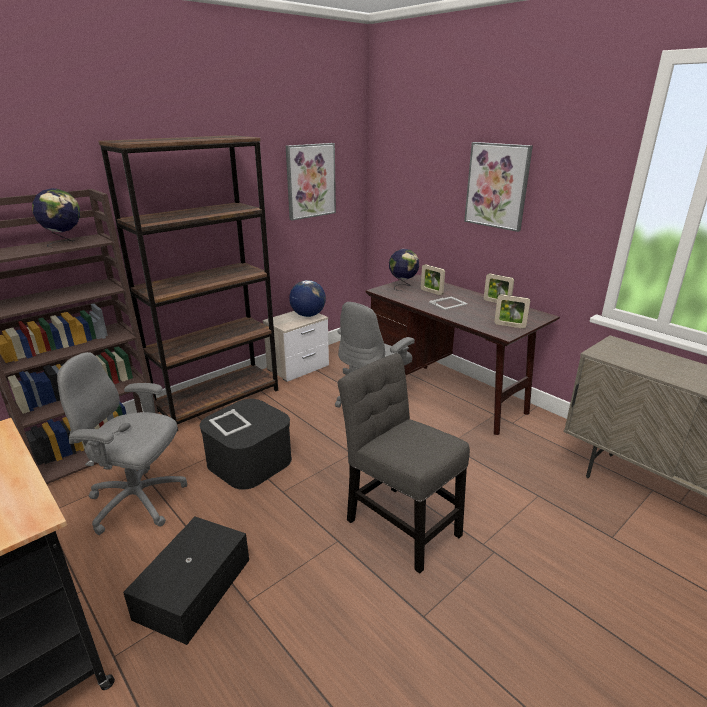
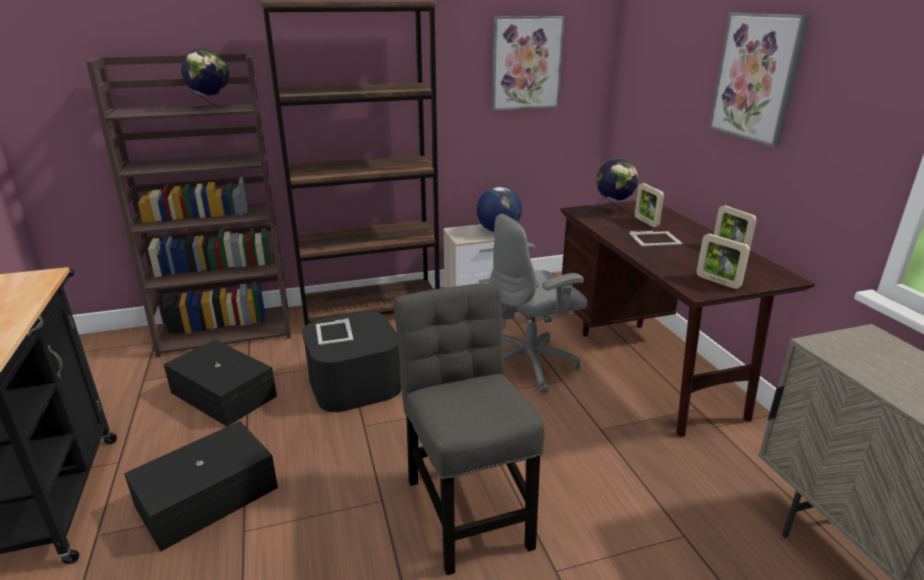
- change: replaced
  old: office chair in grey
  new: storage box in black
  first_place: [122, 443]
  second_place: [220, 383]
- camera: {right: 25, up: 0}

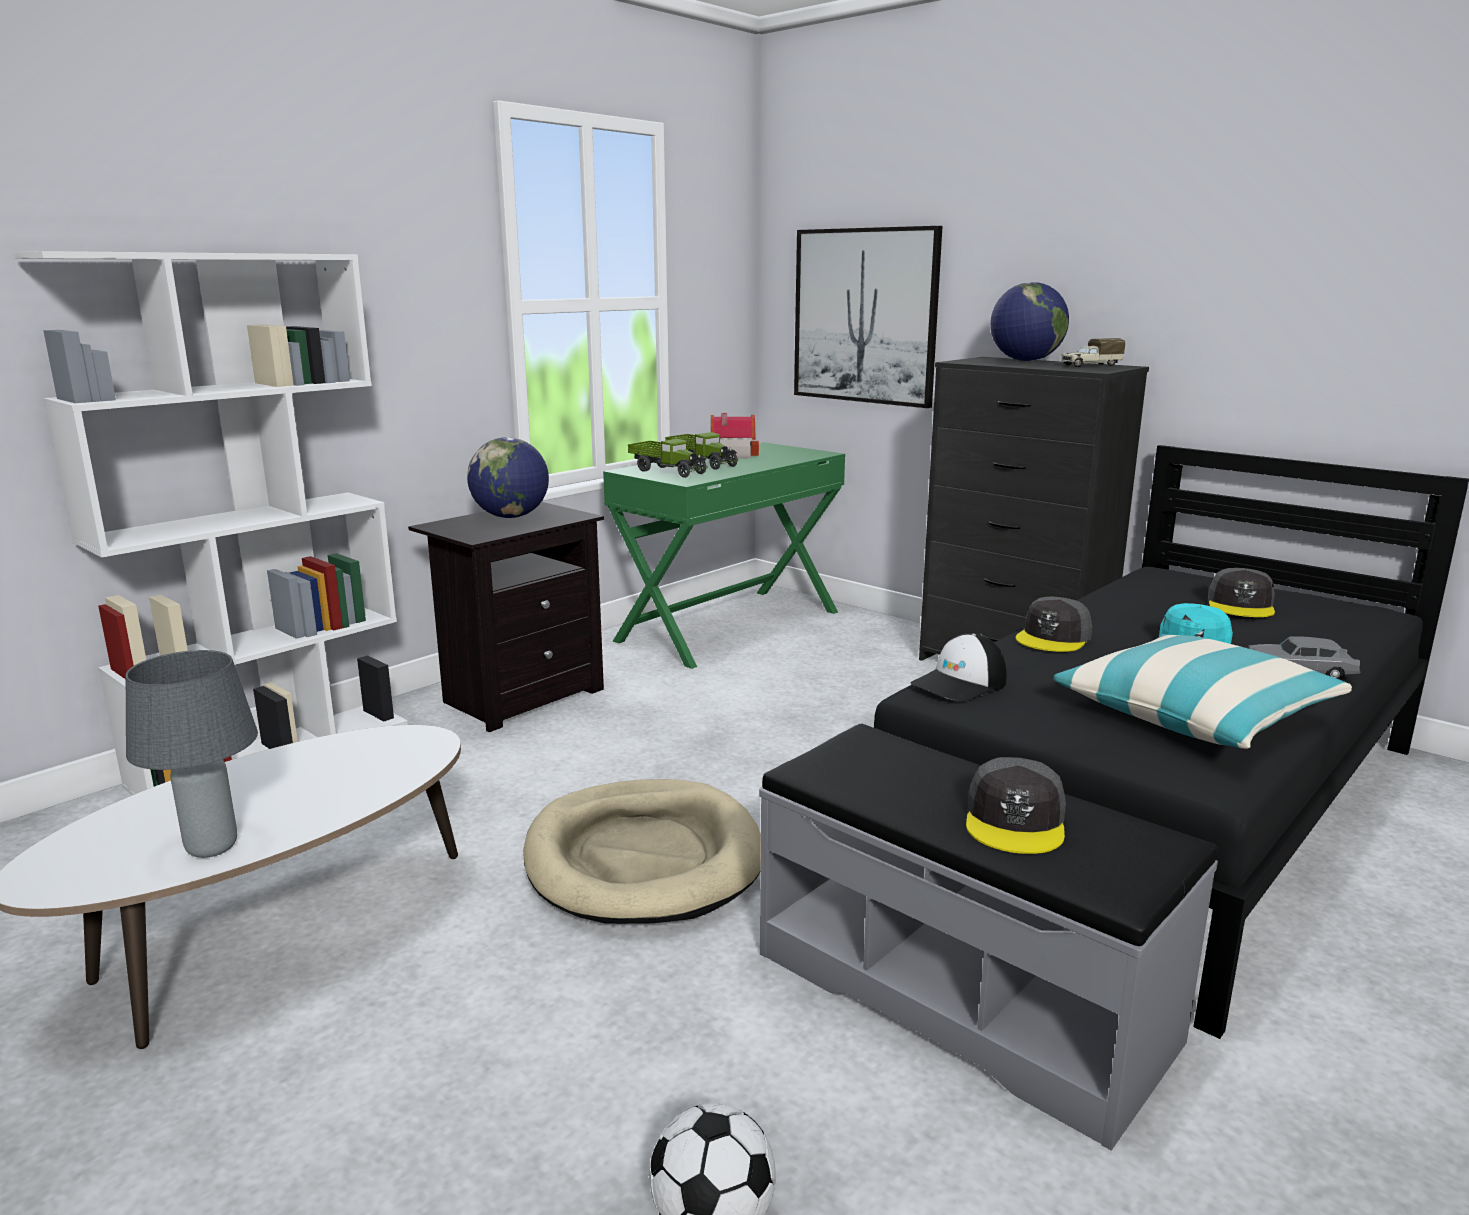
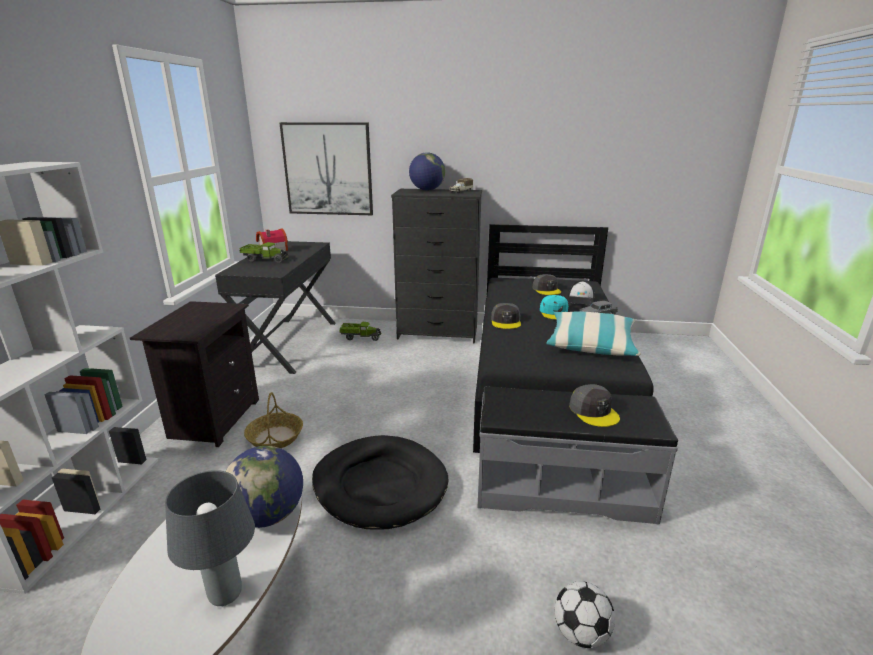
- change: added
  new: basket
  second_place: [273, 420]
- change: moved
  old: globe
  first_place: [508, 477]
  second_place: [264, 487]
- change: moved
  old: toy truck
  first_place: [667, 458]
  second_place: [360, 331]
- change: moved
  old: cap
  first_place: [959, 667]
  second_place: [581, 293]
- change: recoloured
  old: dog bed in beige
  new: dog bed in black
  first_place: [642, 851]
  second_place: [380, 482]
- change: recoloured
  old: desk in green
  new: desk in black
  first_place: [724, 555]
  second_place: [275, 307]
- camera: {right: -35, up: 5}

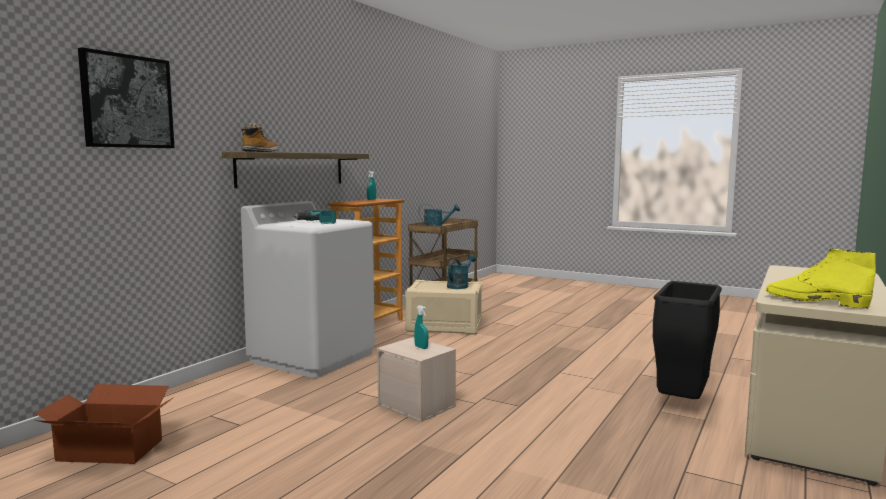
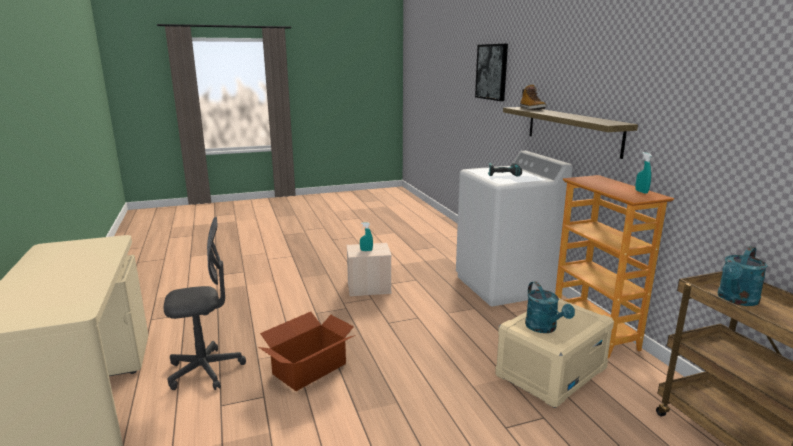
- change: removed
  old: boot in yellow
  first_place: [821, 279]
- change: moved
  old: cardboard box
  first_place: [104, 424]
  second_place: [307, 351]
- change: replaced
  old: trash can in black
  new: office chair in grey
  first_place: [687, 340]
  second_place: [205, 303]
- camera: {right: 130, up: 10}

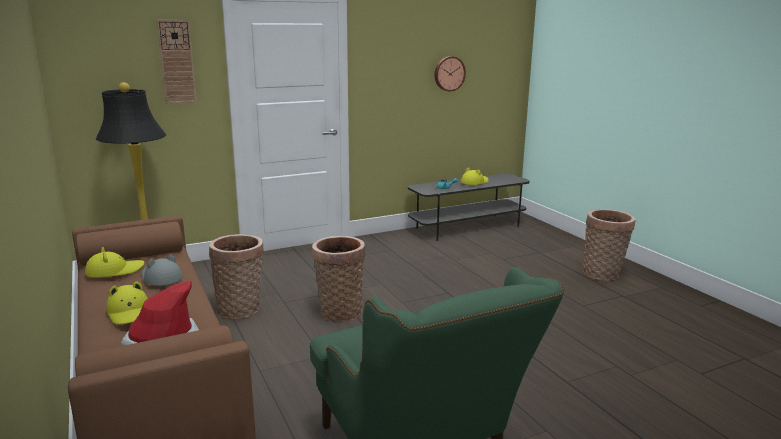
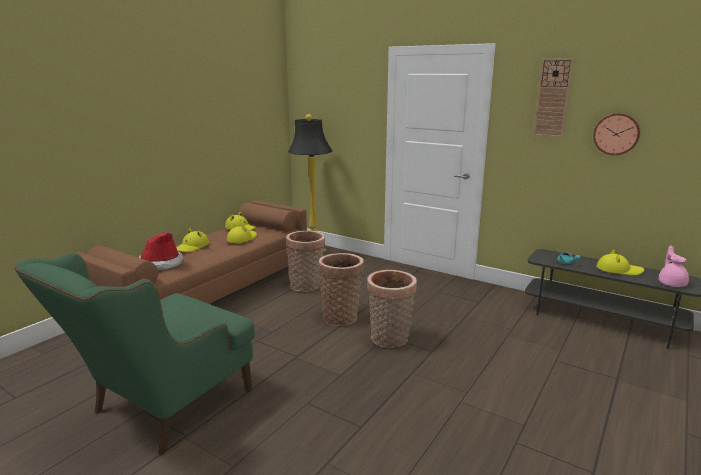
- change: added
  new: teapot in pink
  second_place: [674, 266]
- change: moved
  old: wall clock
  first_place: [177, 62]
  second_place: [553, 97]
- change: moved
  old: basket
  first_place: [609, 245]
  second_place: [392, 309]
- change: recoloured
  old: hat in grey
  new: hat in yellow
  first_place: [162, 270]
  second_place: [242, 233]
- camera: {right: 60, up: 0}

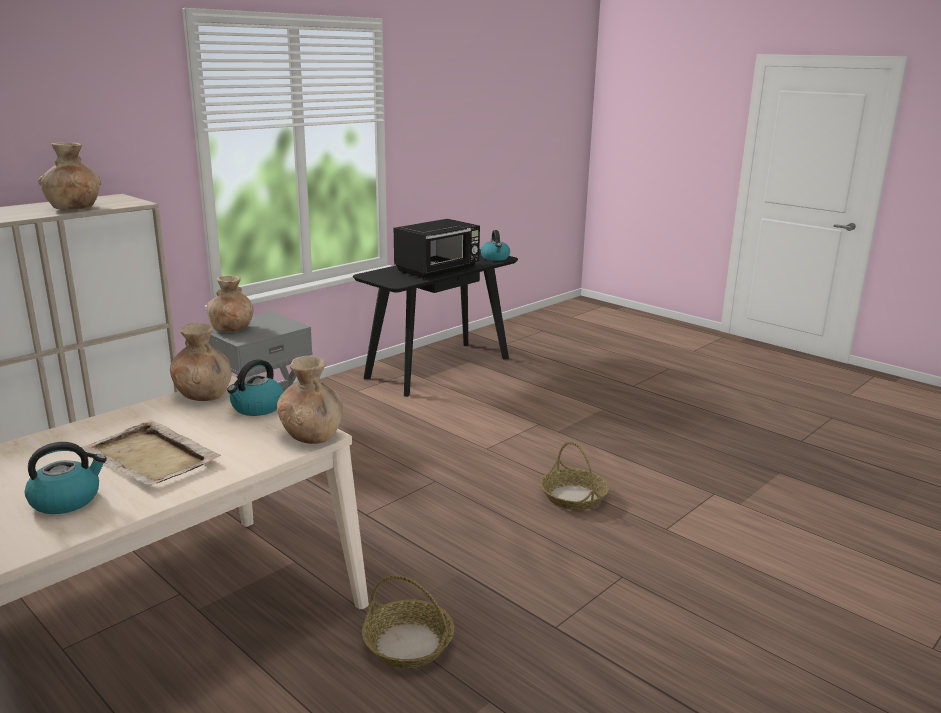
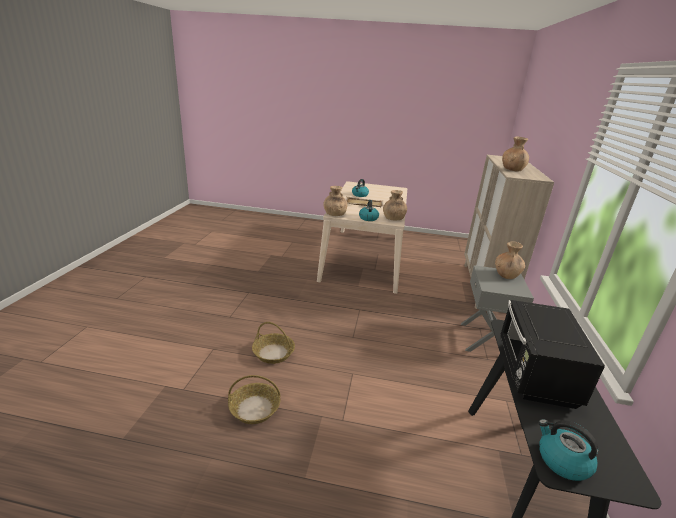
- change: moved
  old: basket
  first_place: [408, 621]
  second_place: [254, 399]
- camera: {right: 145, up: 5}

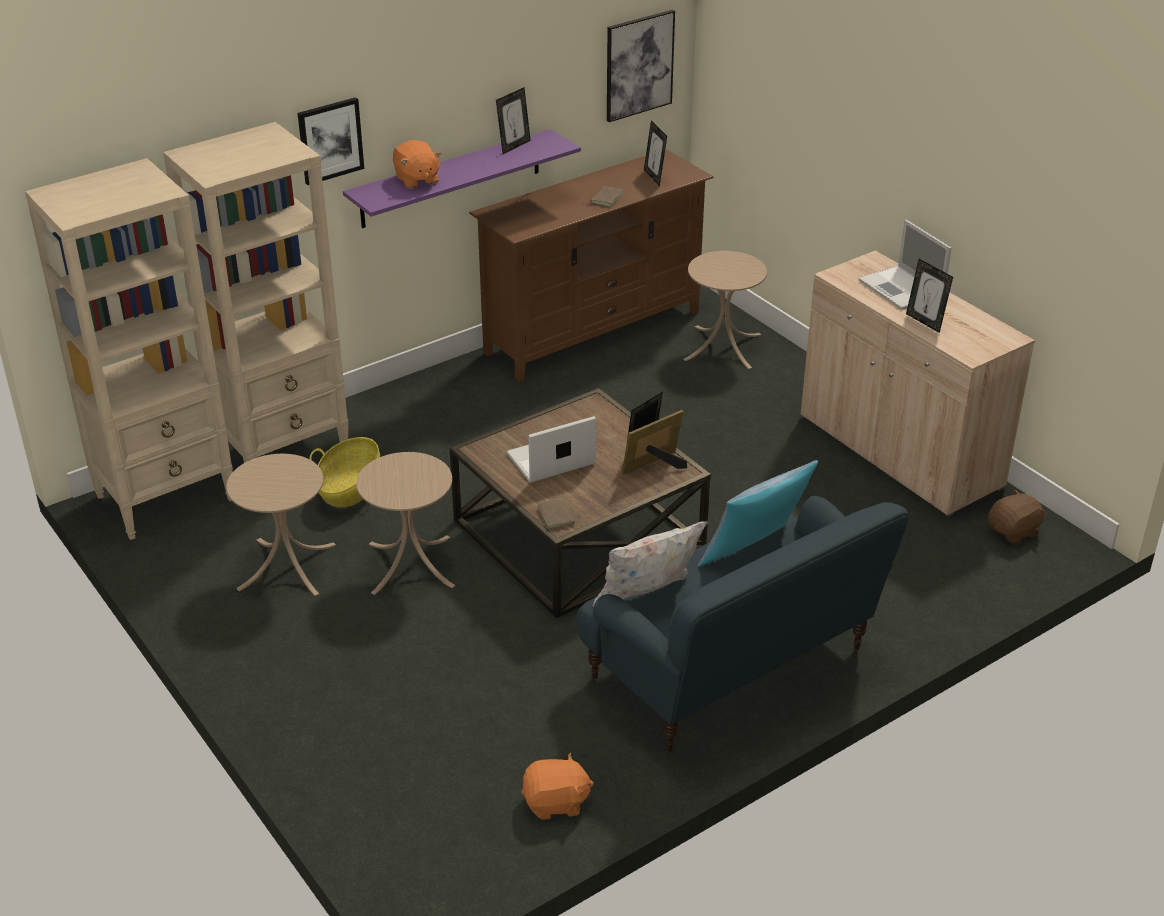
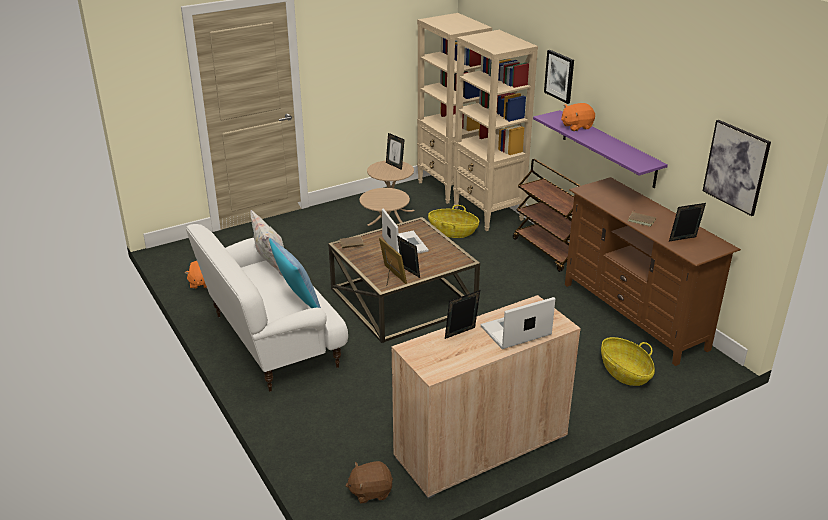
- change: added
  new: cart in brown
  second_place: [547, 215]
- change: moved
  old: picture frame
  first_place: [513, 120]
  second_place: [395, 151]
- change: replaced
  old: side table in beige
  new: basket
  first_place: [725, 310]
  second_place: [628, 361]
- change: recoloured
  old: sofa in blue
  new: sofa in white
  first_place: [742, 624]
  second_place: [267, 308]
- change: turned
  old: plush toy in brown
  first_place: [1017, 517]
  second_place: [369, 482]
  degrees: 105
- camera: {right: 95, up: -5}

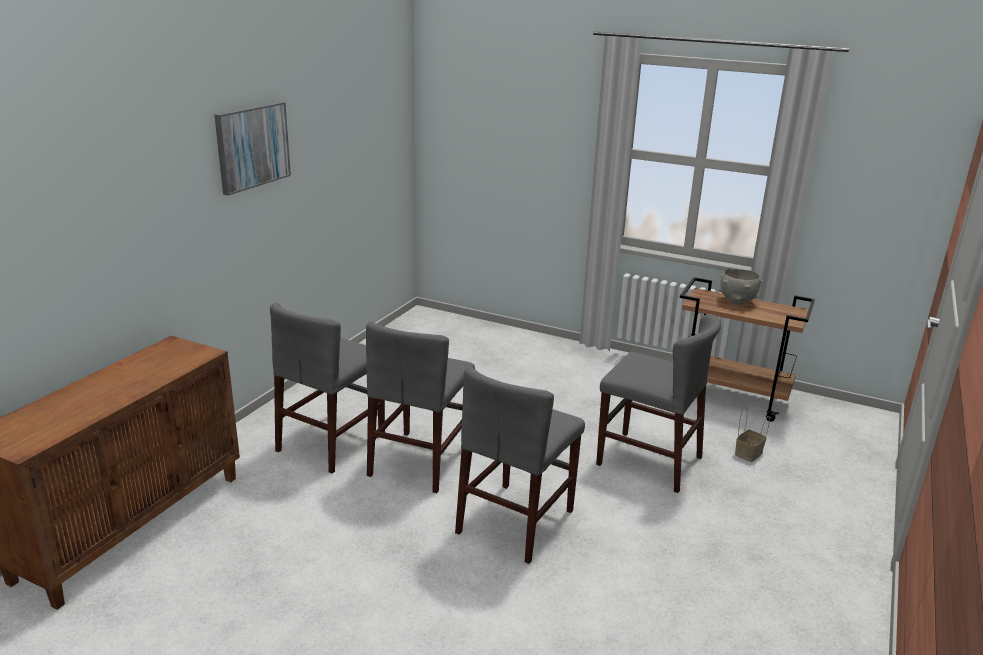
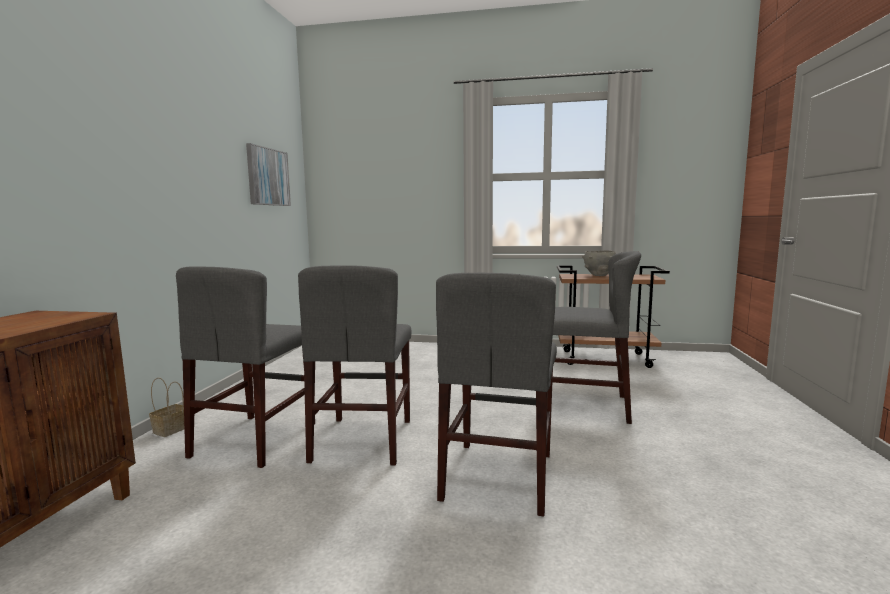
- change: moved
  old: picture
  first_place: [252, 148]
  second_place: [268, 174]
- change: moved
  old: basket
  first_place: [752, 434]
  second_place: [166, 407]
- camera: {right: -15, up: -15}

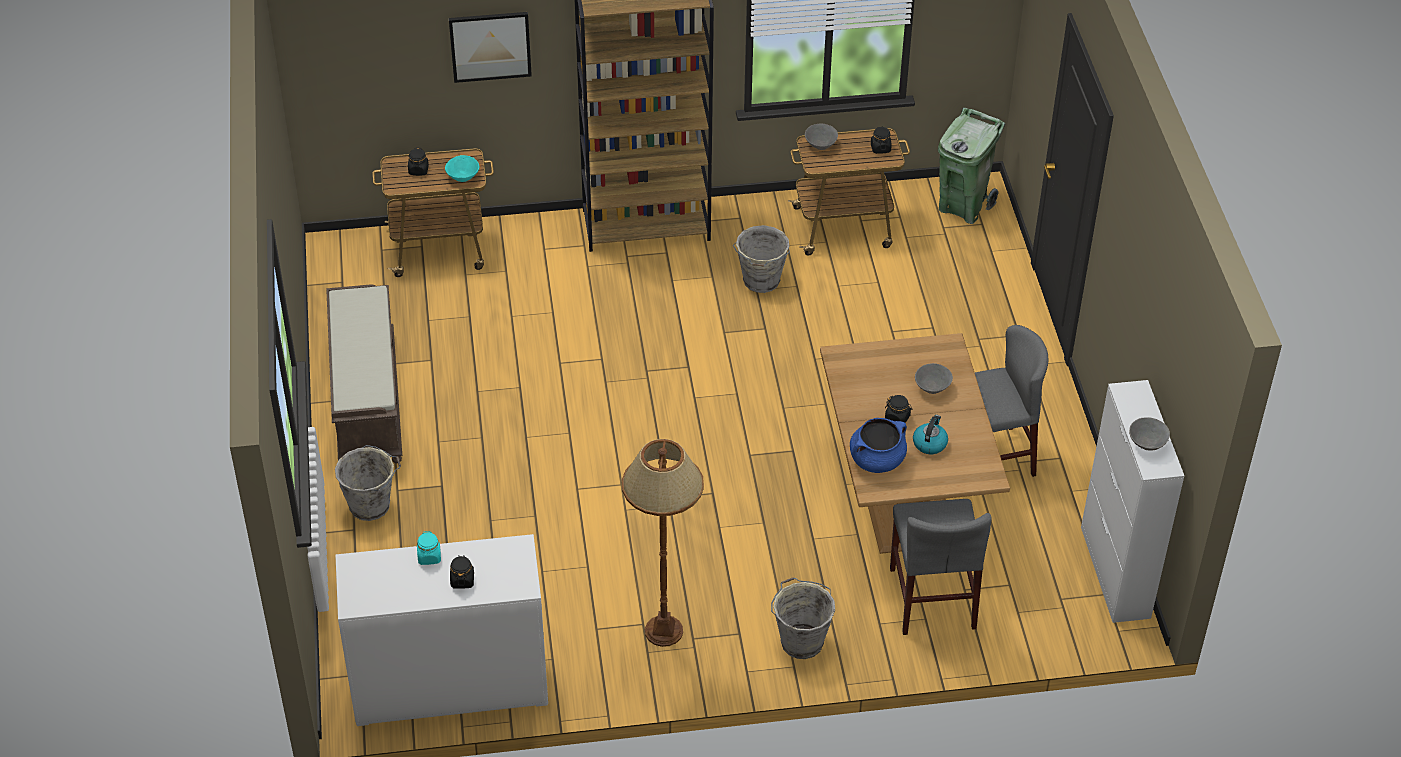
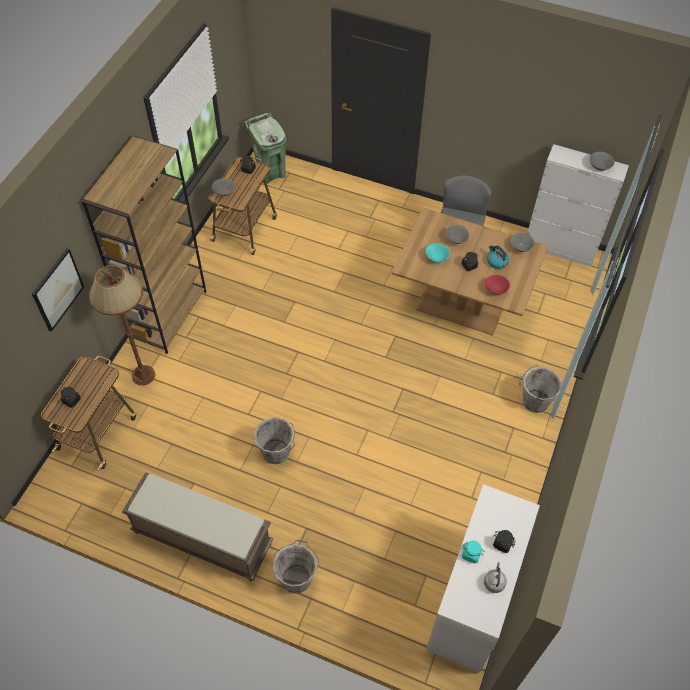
- change: removed
  old: chair in grey
  first_place: [941, 567]
- change: added
  new: kettle in grey
  second_place: [495, 577]
- change: added
  new: bowl in grey
  second_place: [522, 242]
- change: moved
  old: bowl in turquoise
  first_place: [462, 168]
  second_place: [438, 253]
- change: moved
  old: floor lamp in brown
  first_place: [663, 543]
  second_place: [122, 325]
- change: moved
  old: bucket in grey
  first_place: [761, 259]
  second_place: [274, 440]
- change: replaced
  old: cooking pot in blue
  new: bowl in red
  first_place: [878, 445]
  second_place: [497, 285]
- camera: {right: -60, up: 10}

